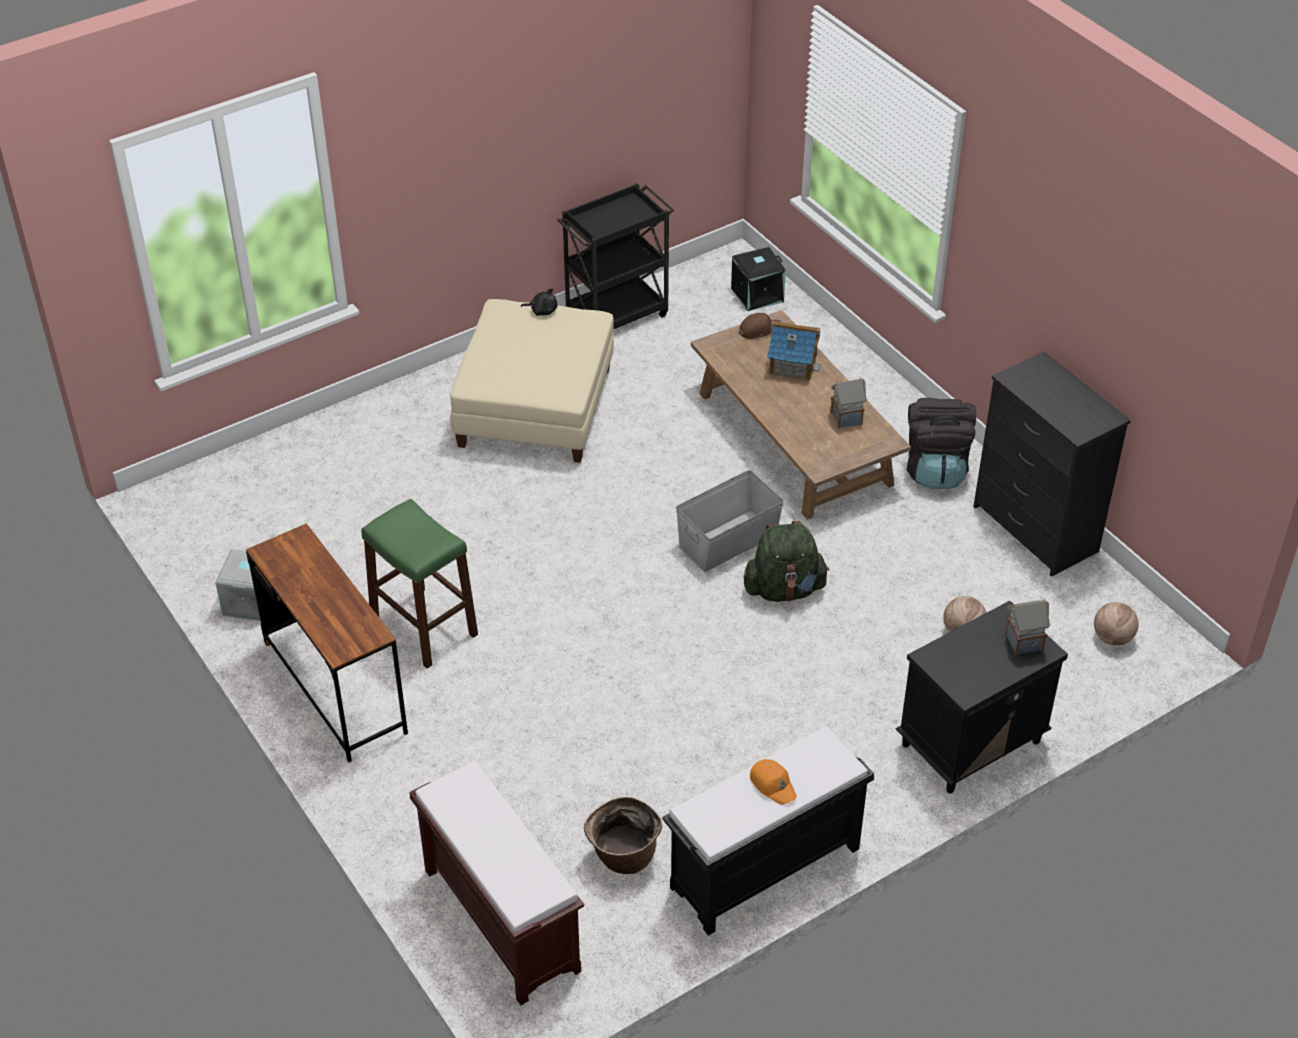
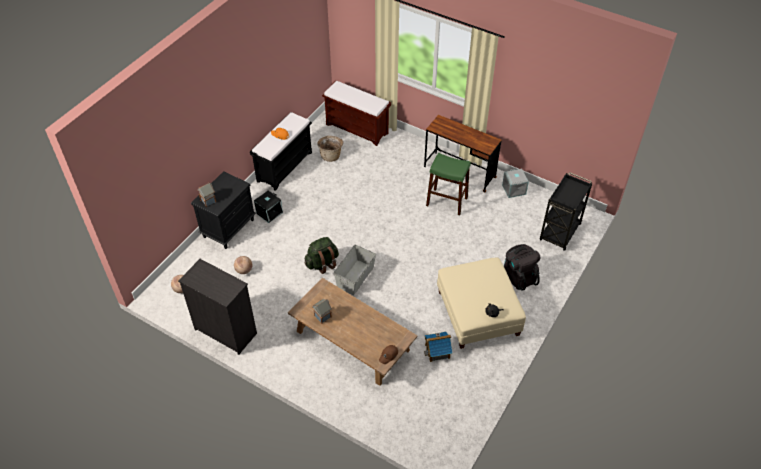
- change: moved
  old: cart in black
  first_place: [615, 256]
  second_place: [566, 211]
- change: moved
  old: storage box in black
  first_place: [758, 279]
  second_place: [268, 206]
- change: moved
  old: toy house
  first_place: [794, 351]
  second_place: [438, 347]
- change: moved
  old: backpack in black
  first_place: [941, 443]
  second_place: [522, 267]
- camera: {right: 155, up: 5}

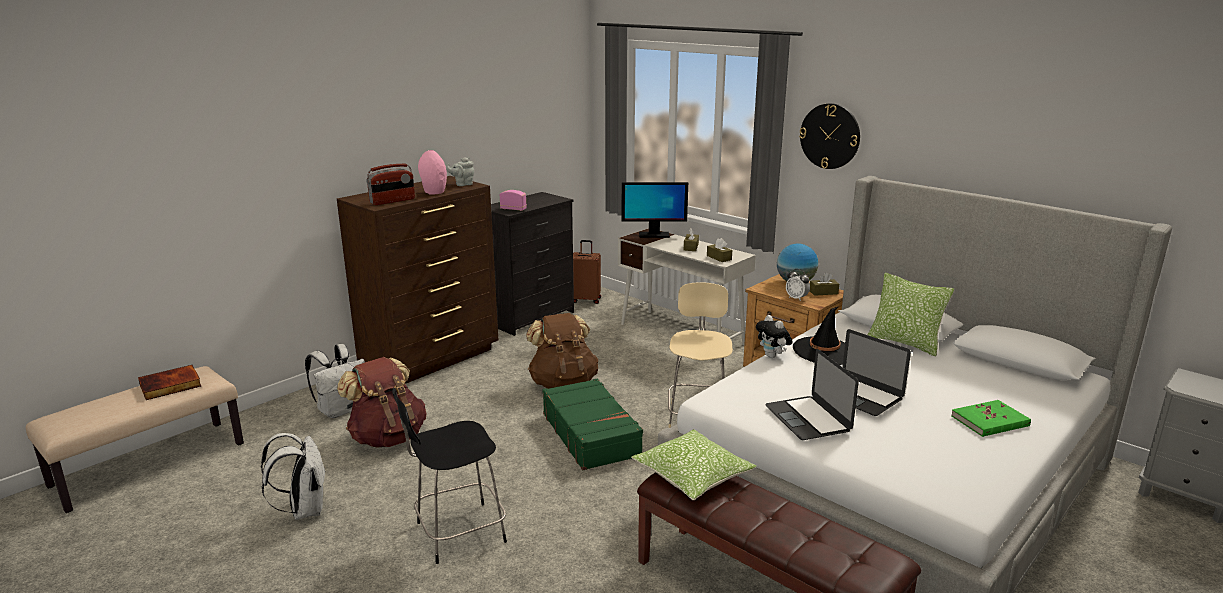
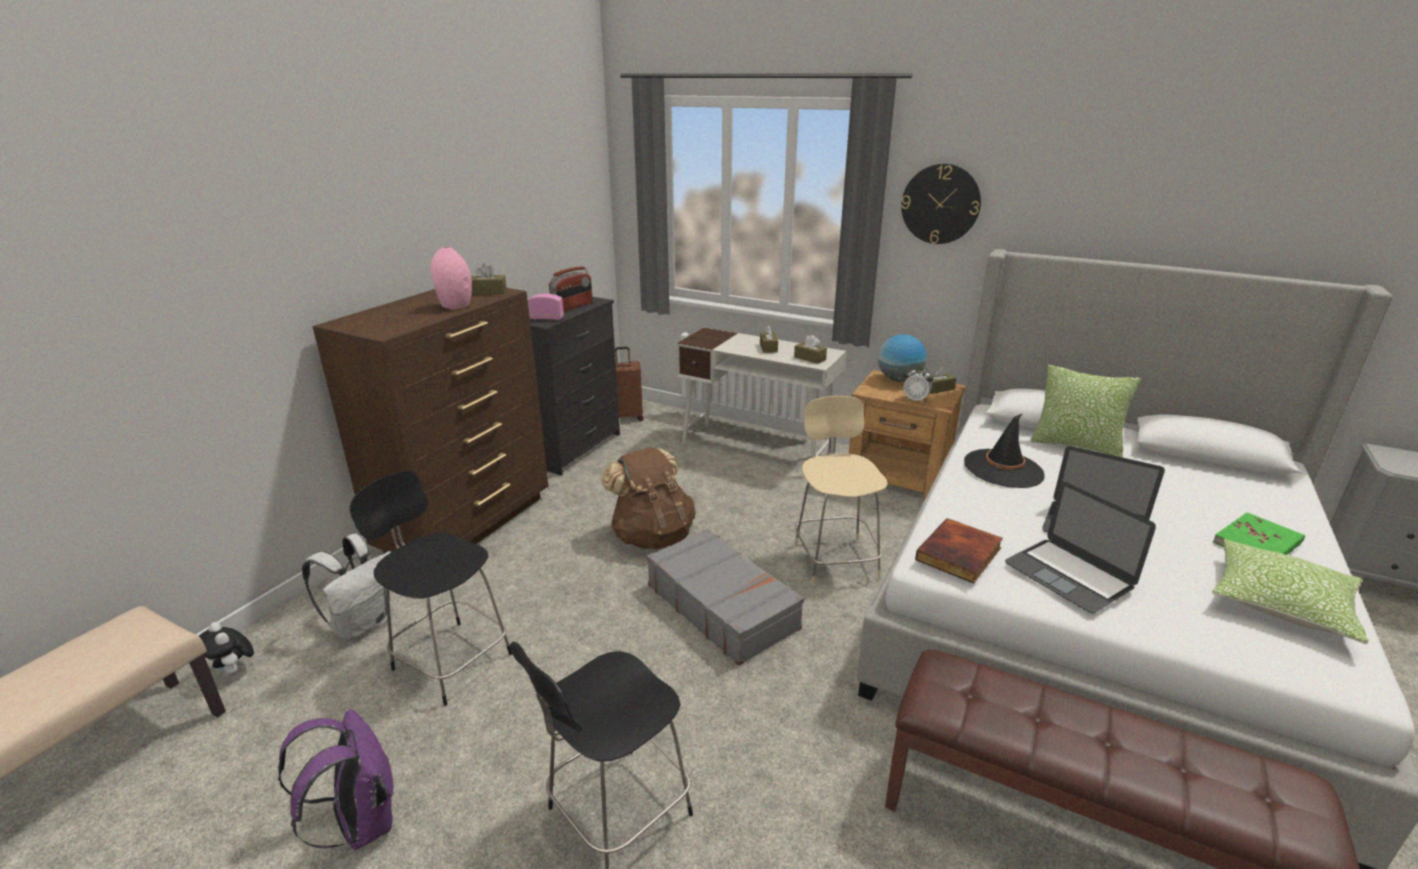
- change: removed
  old: monitor
  first_place: [655, 210]
- change: moved
  old: book
  first_place: [169, 382]
  second_place: [959, 550]
- change: moved
  old: radio
  first_place: [390, 184]
  second_place: [571, 288]
- change: moved
  old: pillow
  first_place: [694, 464]
  second_place: [1290, 591]
- change: moved
  old: plush toy
  first_place: [774, 336]
  second_place: [226, 649]
- change: replaced
  old: backpack in brown
  new: chair in black
  first_place: [382, 402]
  second_place: [431, 588]
- change: replaced
  old: teapot in grey
  new: tissue box in brown
  first_place: [460, 171]
  second_place: [489, 279]
- change: recoloured
  old: backpack in white
  new: backpack in purple
  first_place: [293, 476]
  second_place: [336, 780]
- change: recoloured
  old: suitcase in green
  new: suitcase in grey
  first_place: [592, 424]
  second_place: [725, 597]
- camera: {right: -15, up: 5}

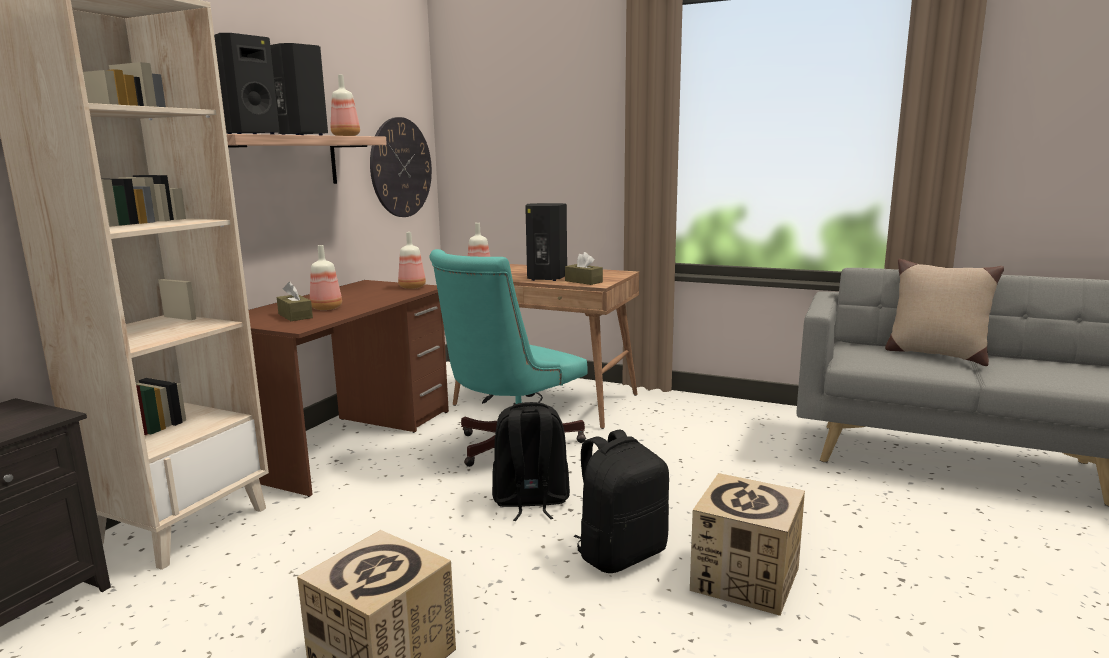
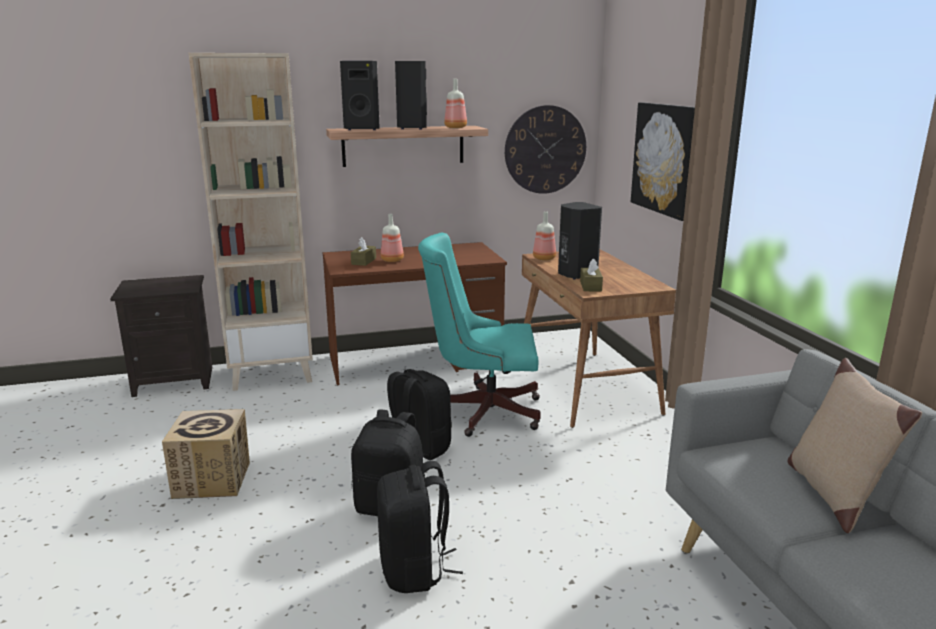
- change: removed
  old: bottle
  first_place: [412, 260]
- change: added
  new: picture
  second_place: [663, 161]
- change: replaced
  old: cardboard box
  new: backpack in black
  first_place: [747, 544]
  second_place: [420, 527]
- camera: {right: 50, up: 5}

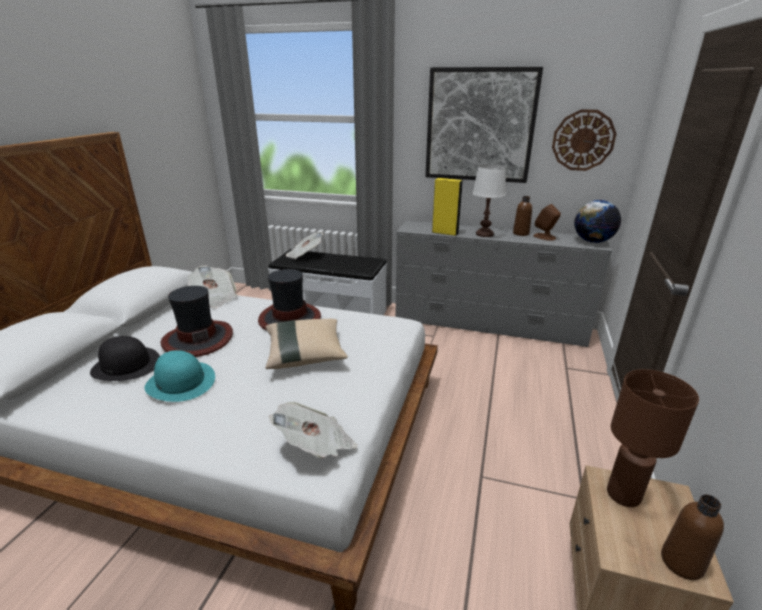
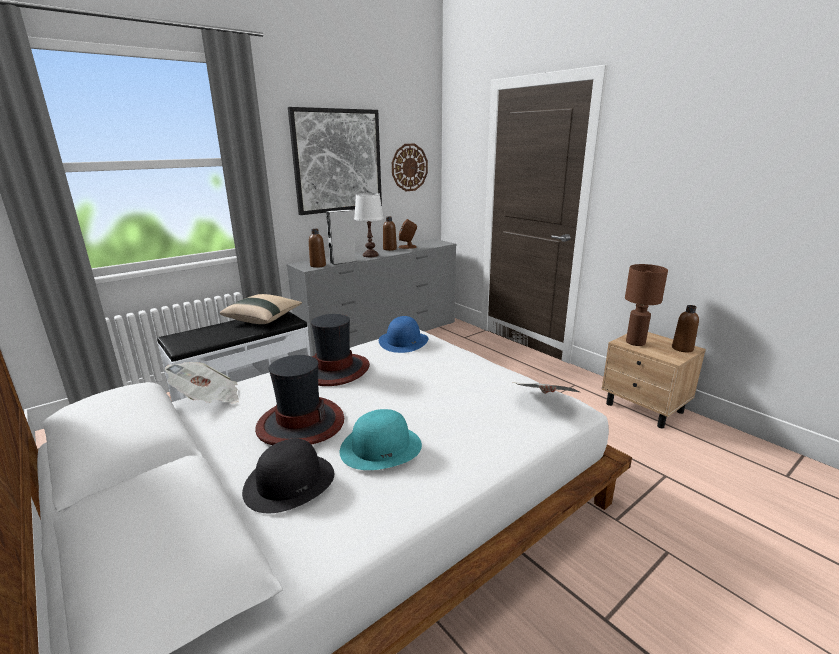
- change: removed
  old: newspaper
  first_place: [304, 245]
- change: removed
  old: globe
  first_place: [597, 221]
- change: added
  new: bottle in brown
  second_place: [317, 248]
- change: added
  new: hat in blue
  second_place: [403, 334]
- change: moved
  old: pillow in beige
  first_place: [306, 344]
  second_place: [261, 309]
- change: recoloured
  old: speaker in yellow
  new: speaker in grey
  first_place: [447, 207]
  second_place: [341, 237]
- camera: {right: -55, up: -5}

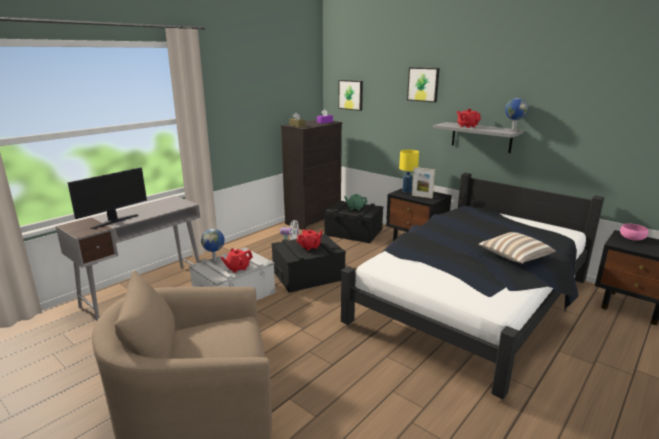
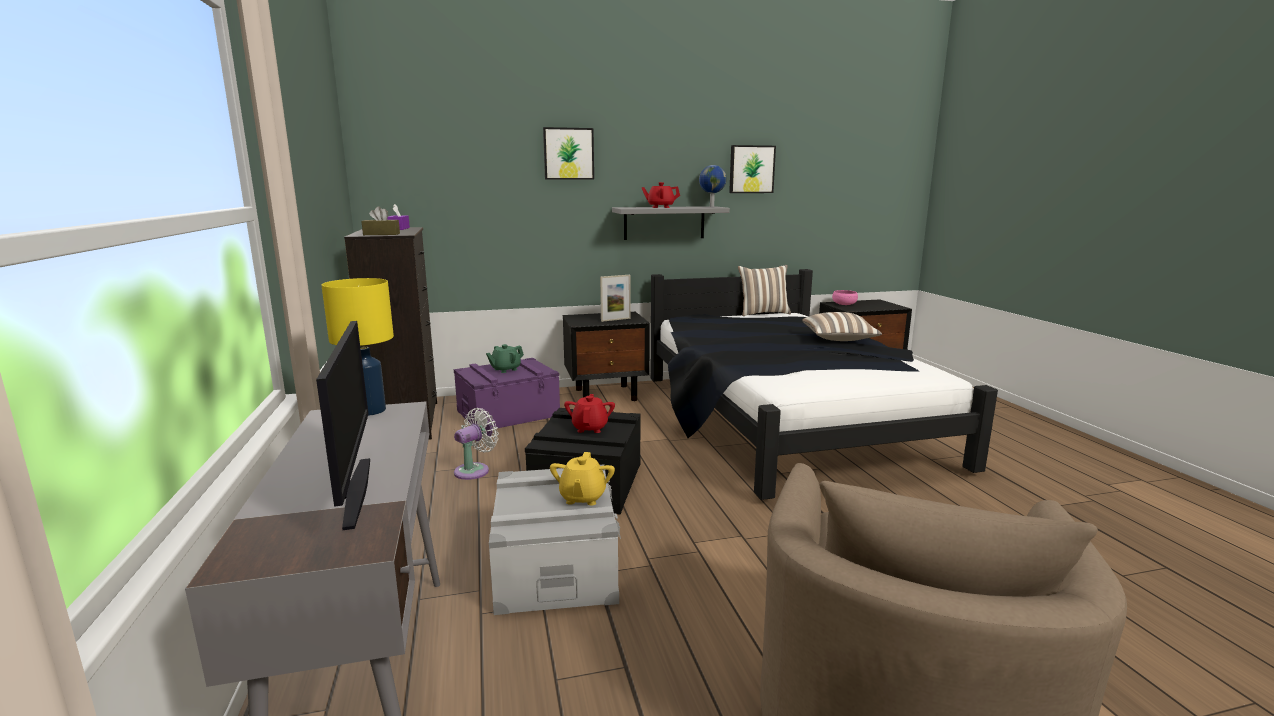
- change: removed
  old: globe
  first_place: [213, 245]
- change: added
  new: pillow
  second_place: [764, 290]
- change: moved
  old: picture
  first_place: [350, 95]
  second_place: [752, 169]
- change: moved
  old: table lamp in yellow
  first_place: [409, 171]
  second_place: [357, 347]
- change: recoloured
  old: teapot in red
  new: teapot in yellow
  first_place: [236, 260]
  second_place: [582, 479]
- change: recoloured
  old: storage box in black
  new: storage box in purple
  first_place: [353, 222]
  second_place: [507, 393]
- camera: {right: -55, up: -5}

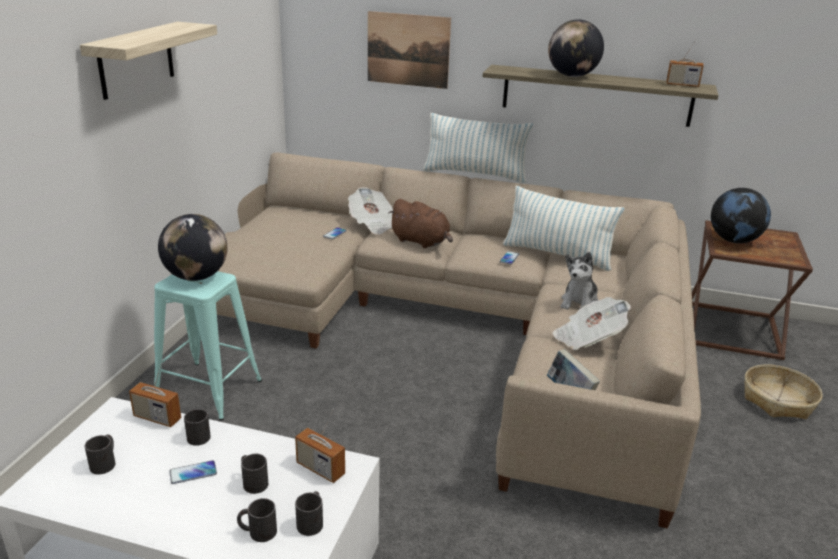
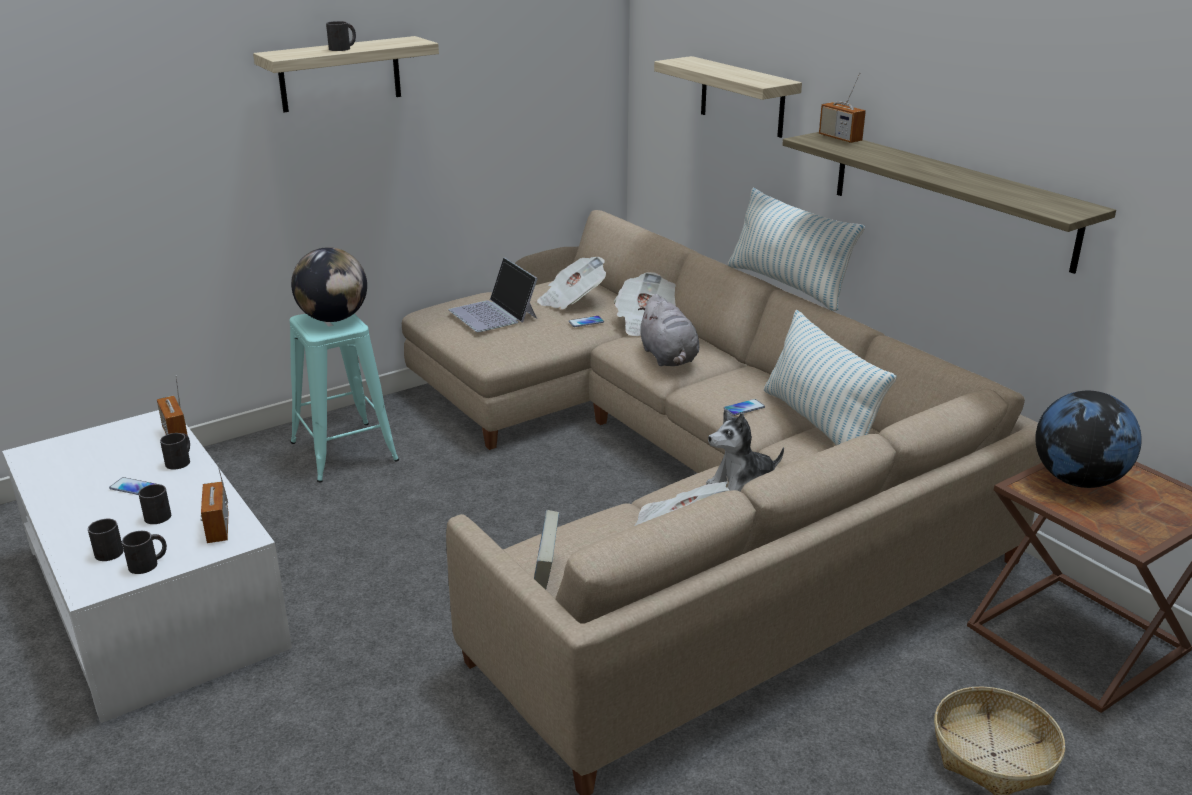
- change: removed
  old: globe
  first_place: [576, 48]
- change: added
  new: laptop
  second_place: [493, 294]
- change: added
  new: newspaper
  second_place: [571, 283]
- change: moved
  old: mug in black
  first_place: [100, 454]
  second_place: [341, 36]
- change: moved
  old: radio
  first_place: [685, 62]
  second_place: [842, 107]
- change: replaced
  old: picture
  new: shelf
  first_place: [409, 50]
  second_place: [728, 97]
- change: recoloured
  old: plush toy in brown
  new: plush toy in grey
  first_place: [420, 223]
  second_place: [668, 330]
- camera: {right: 40, up: 0}

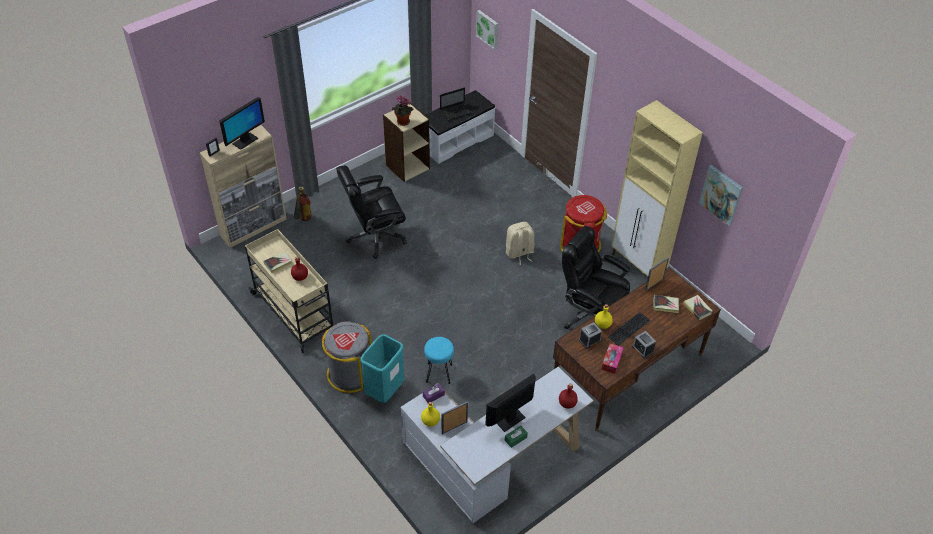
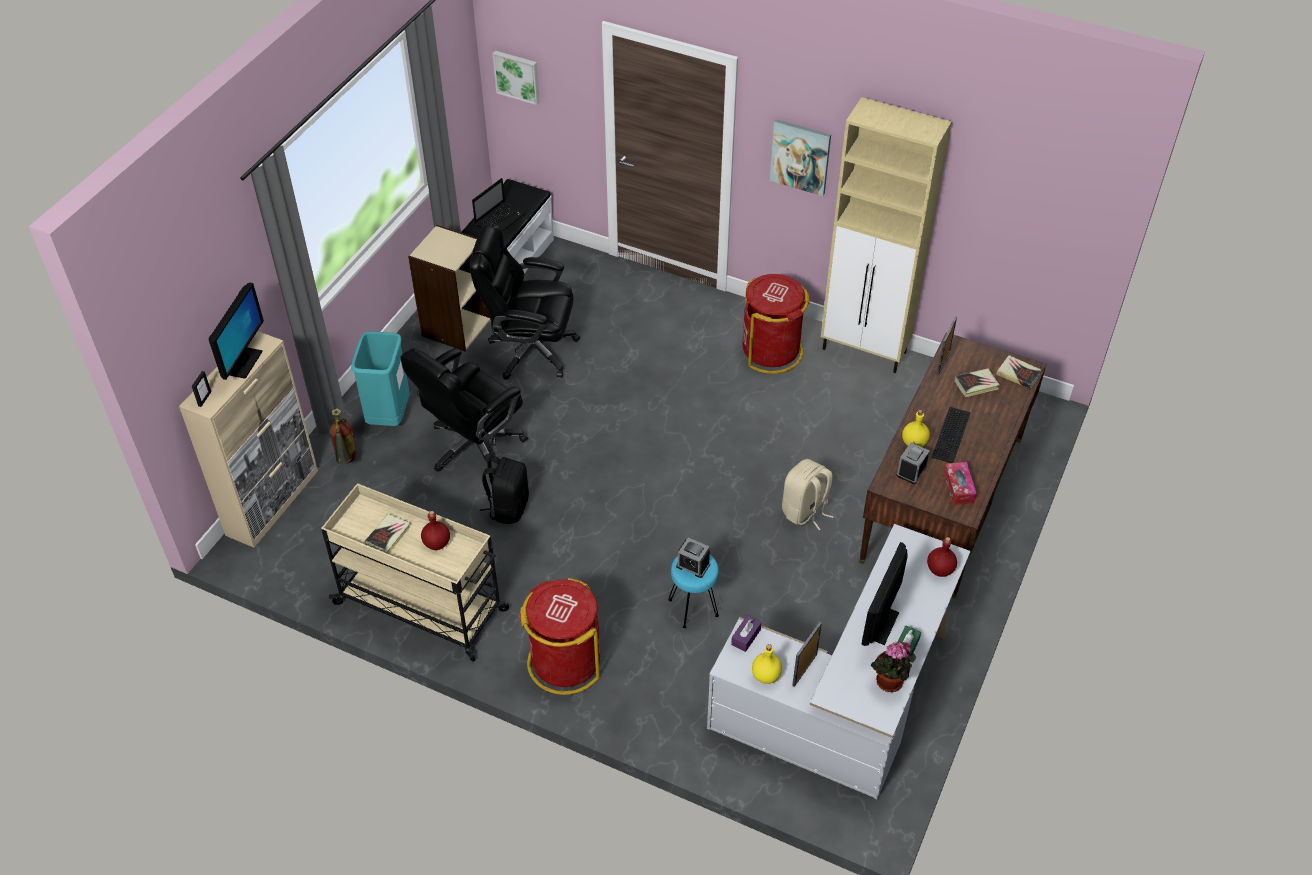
- change: added
  new: backpack in black
  second_place: [504, 489]
- change: moved
  old: trash can in turquoise
  first_place: [382, 368]
  second_place: [380, 378]
- change: moved
  old: potted plant
  first_place: [402, 111]
  second_place: [893, 666]
- change: moved
  old: backpack in beige
  first_place: [520, 243]
  second_place: [808, 494]
- change: moved
  old: office chair in black
  first_place: [596, 277]
  second_place: [525, 302]
- change: moved
  old: alarm clock
  first_place: [644, 345]
  second_place: [693, 558]
- change: moved
  old: picture
  first_place: [721, 195]
  second_place: [800, 157]
- change: recoloured
  old: trash can in grey
  new: trash can in red
  first_place: [346, 357]
  second_place: [560, 636]
- camera: {right: -25, up: 0}

